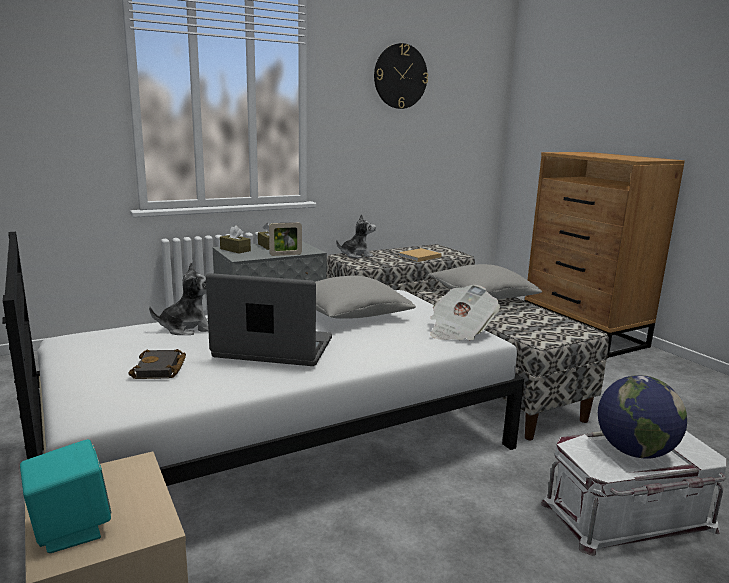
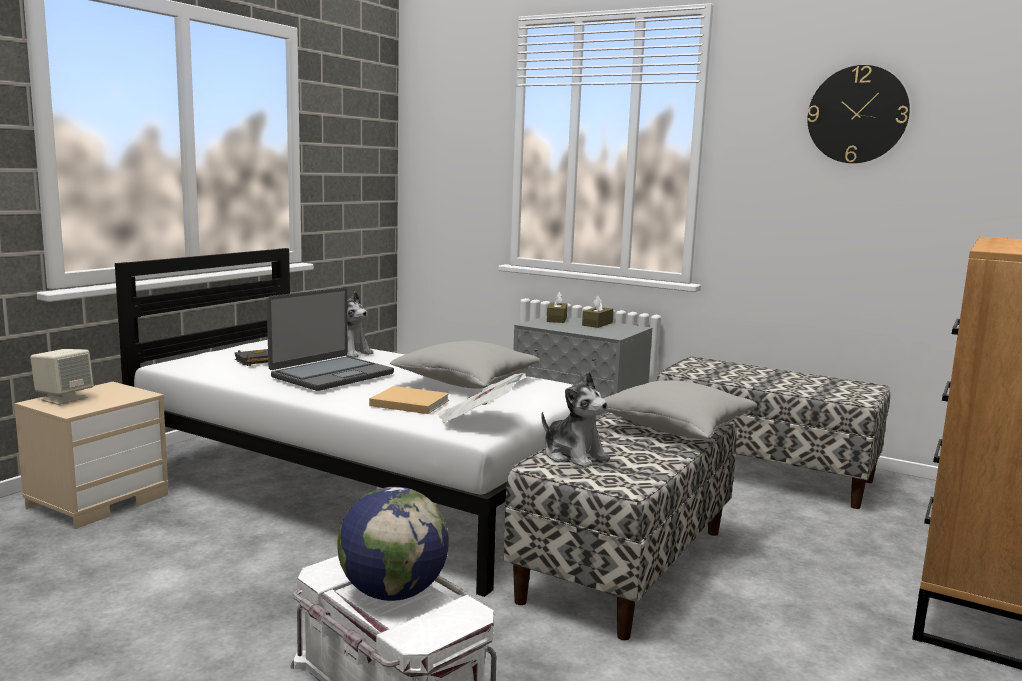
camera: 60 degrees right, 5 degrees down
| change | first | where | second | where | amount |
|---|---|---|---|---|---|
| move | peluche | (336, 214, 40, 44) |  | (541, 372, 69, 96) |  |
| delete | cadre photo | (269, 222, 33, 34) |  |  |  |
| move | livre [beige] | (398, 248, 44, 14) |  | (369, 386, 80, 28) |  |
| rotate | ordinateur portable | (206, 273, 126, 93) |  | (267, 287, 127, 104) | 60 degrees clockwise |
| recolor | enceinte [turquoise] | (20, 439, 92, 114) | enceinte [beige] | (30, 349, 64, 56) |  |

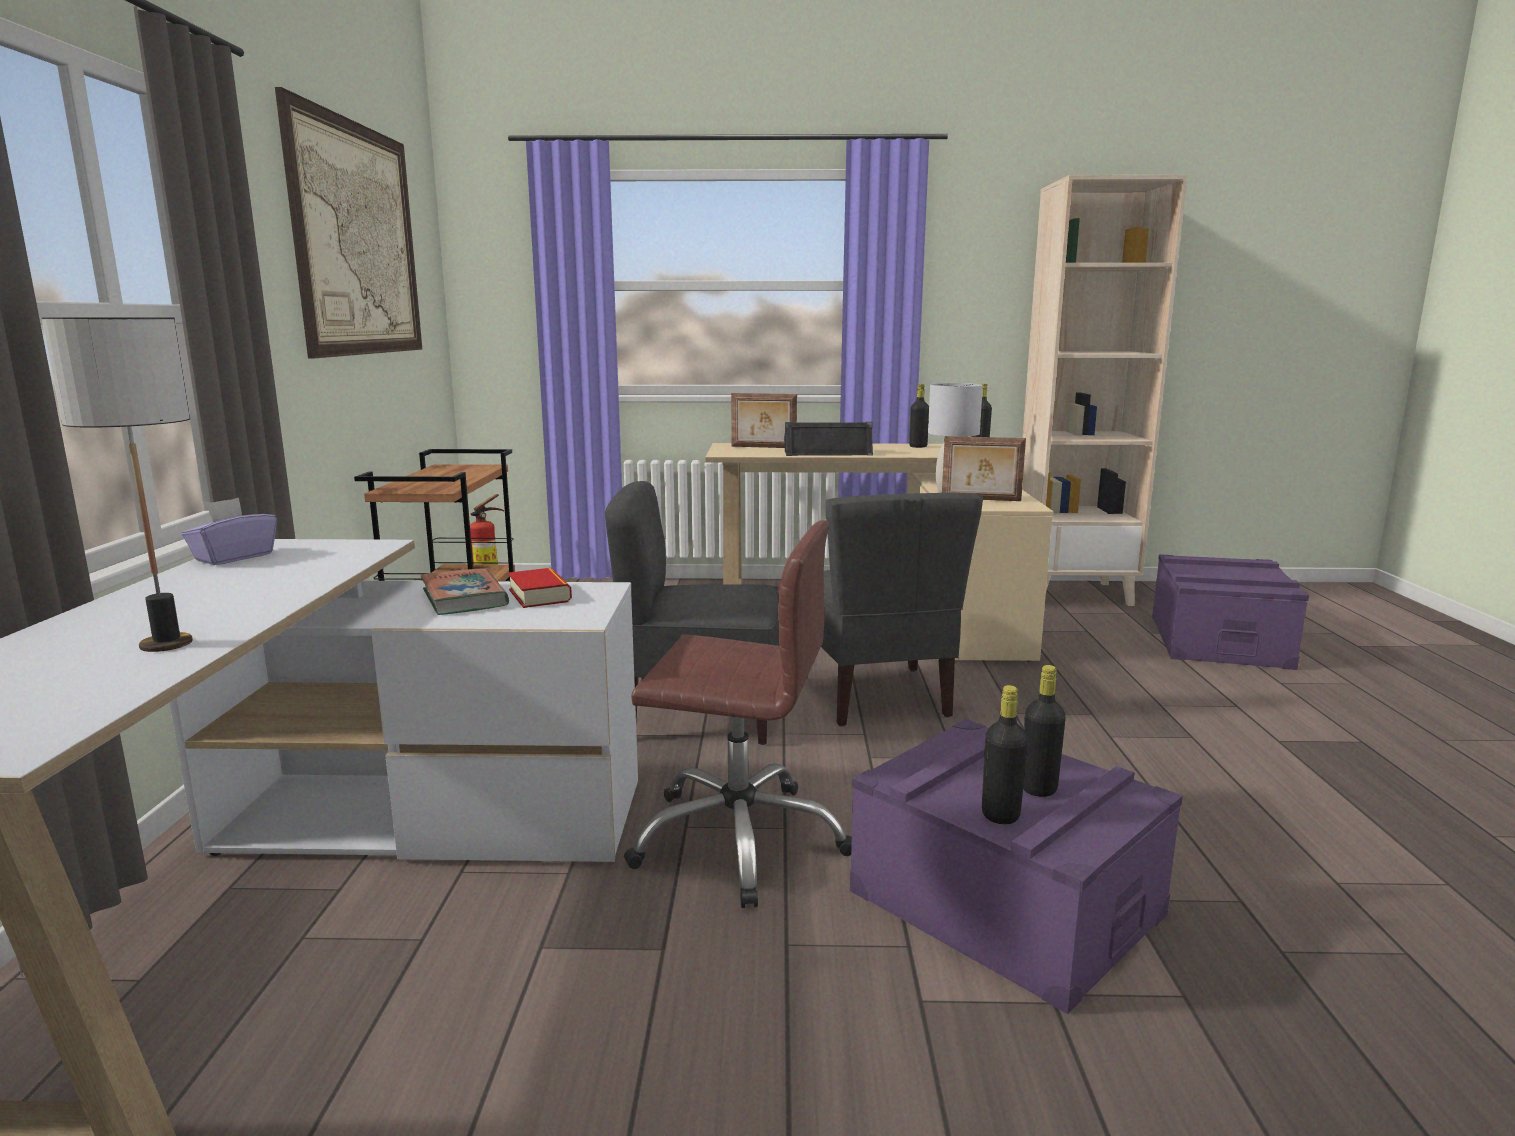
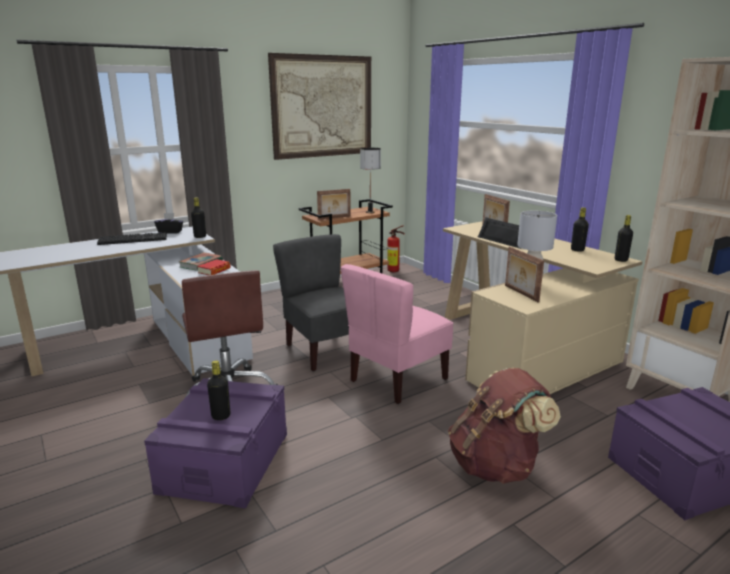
camera: 55 degrees right, 5 degrees up
| change | first | where | second | where | amount |
|---|---|---|---|---|---|
| move | lampe de table | (42, 317, 151, 335) |  | (360, 148, 21, 65) |  |
| recolor | chaise [gris] | (807, 493, 176, 234) | chaise [rose] | (341, 264, 112, 140) |  |
| recolor | boîte à mouchoirs [violet] | (182, 498, 95, 67) | boîte à mouchoirs [noir] | (154, 213, 29, 21) |  |
| move | bouteille [noir] | (982, 685, 46, 139) |  | (191, 197, 15, 41) |  |
| insert |  |  | cadre photo | (317, 189, 34, 30) |  |
| insert |  |  | clavier | (97, 232, 70, 13) |  |
| insert |  |  | sac à dos [marron] | (448, 368, 113, 116) |  |

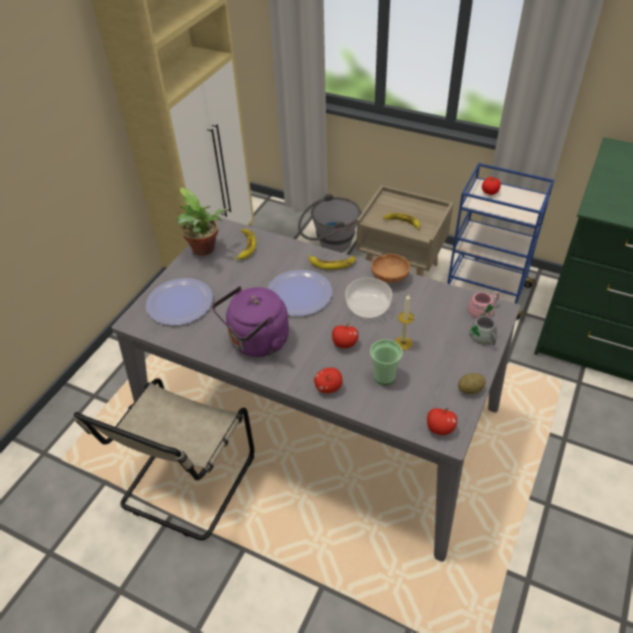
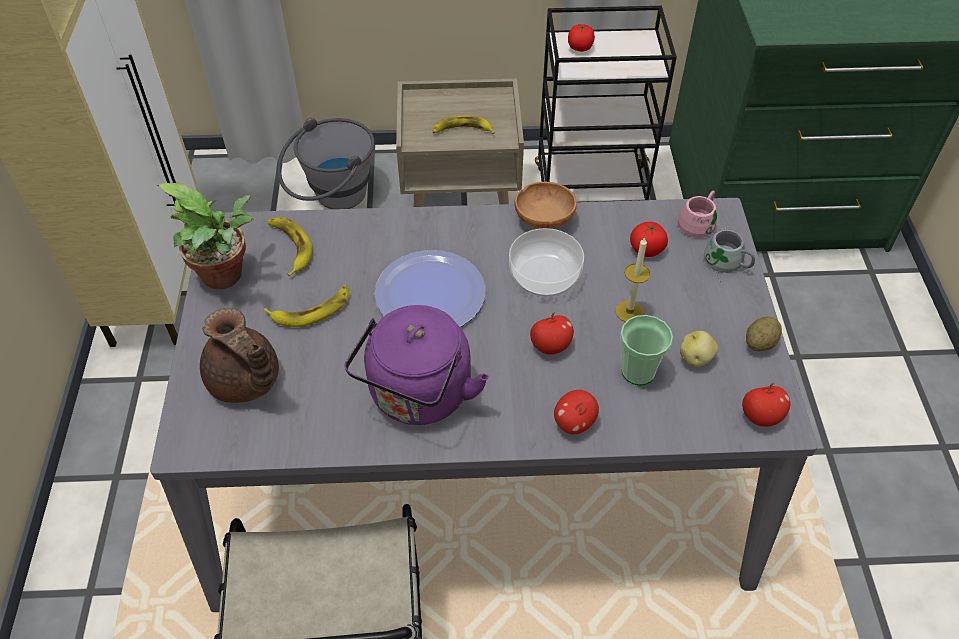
camera: 30 degrees left, 5 degrees up
| change | first | where | second | where | amount |
|---|---|---|---|---|---|
| recolor | chariot [bleu] | (447, 163, 107, 157) | chariot [noir] | (535, 6, 142, 196) |  |
| move | banane | (308, 254, 48, 16) |  | (264, 285, 85, 42) |  |
| replace | assiette | (146, 278, 67, 48) | théière [marron] | (200, 308, 79, 95) |  |
| insert |  |  | tomate | (630, 222, 38, 35) |  |
| insert |  |  | pomme de terre | (680, 331, 38, 36) |  |

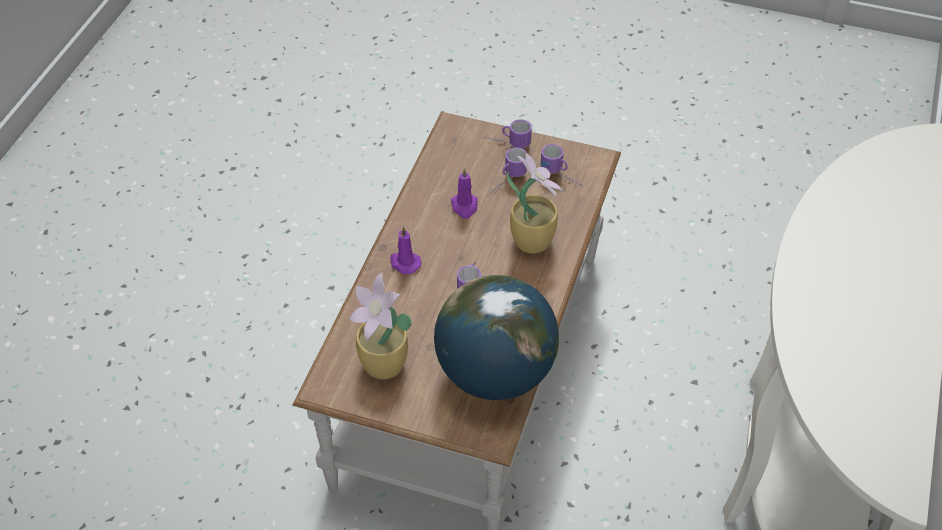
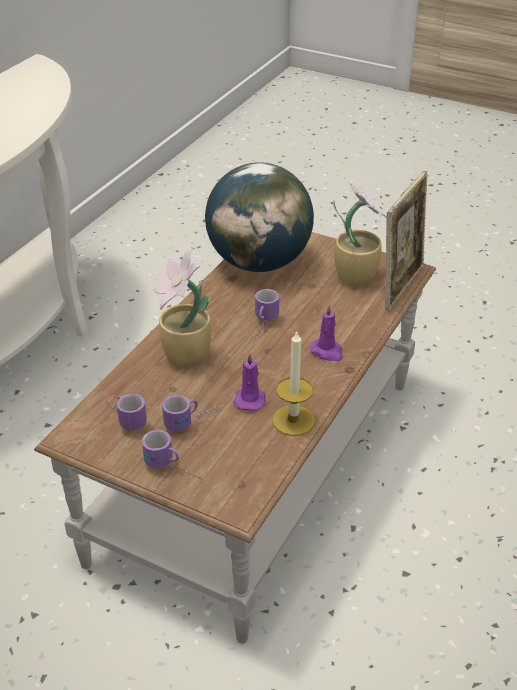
camera: 170 degrees left, 10 degrees down
| change | first | where | second | where | amount |
|---|---|---|---|---|---|
| insert |  |  | cadre photo | (385, 171, 43, 140) |  |
| insert |  |  | bougie | (272, 330, 43, 106) |  |

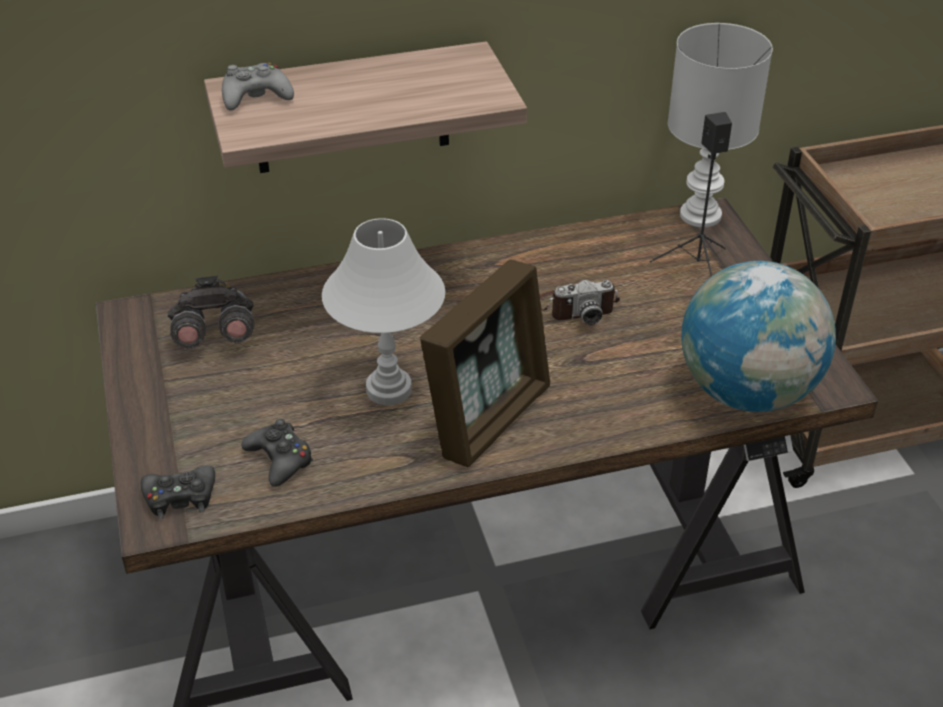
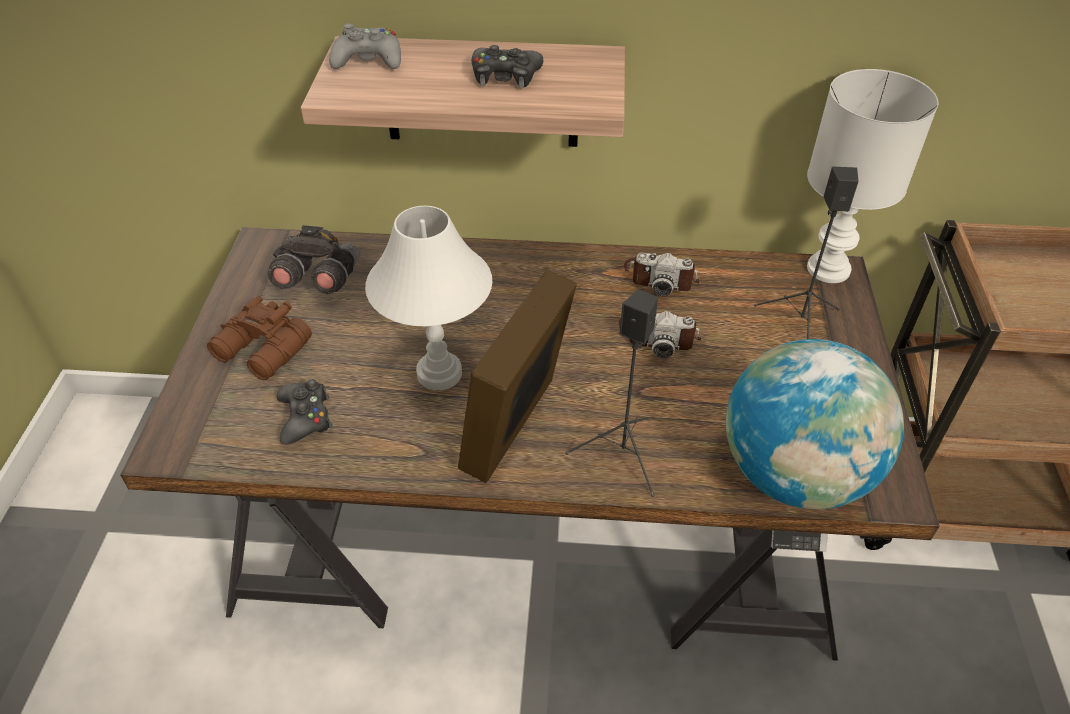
camera: 20 degrees right, 5 degrees up
| change | first | where | second | where | amount |
|---|---|---|---|---|---|
| rotate | cadre photo | (420, 260, 130, 207) |  | (458, 270, 119, 213) | 150 degrees clockwise |
| move | manette [noir] | (140, 465, 75, 54) |  | (472, 45, 71, 43) |  |
| insert |  |  | appareil photo | (624, 252, 76, 44) |  |
| insert |  |  | enceinte [noir] | (566, 289, 92, 208) |  |
| insert |  |  | jumelles [marron] | (207, 296, 105, 84) |  |

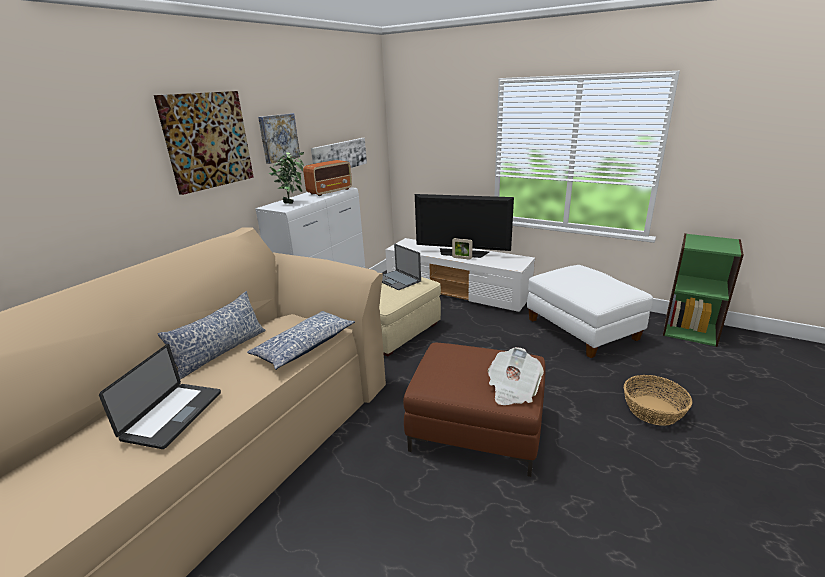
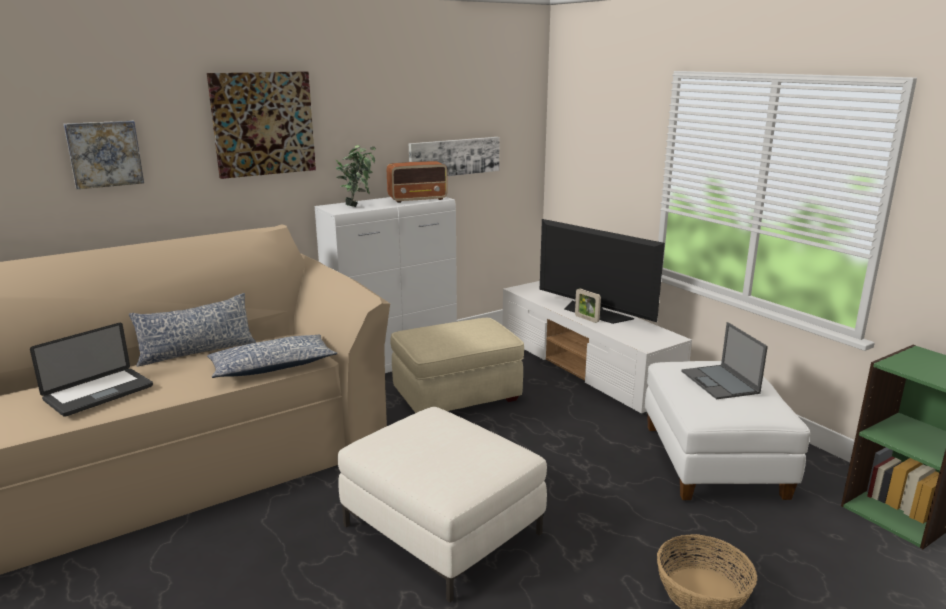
camera: 25 degrees right, 5 degrees down
| change | first | where | second | where | amount |
|---|---|---|---|---|---|
| move | tableau | (258, 113, 42, 51) |  | (64, 121, 80, 68) |  |
| move | ordinateur portable | (382, 244, 39, 46) |  | (681, 322, 87, 77) |  |
| recolor | pouf [marron] | (403, 343, 143, 134) | pouf [blanc] | (338, 407, 209, 196) |  |
| delete | journal | (488, 347, 56, 58) |  |  |  |

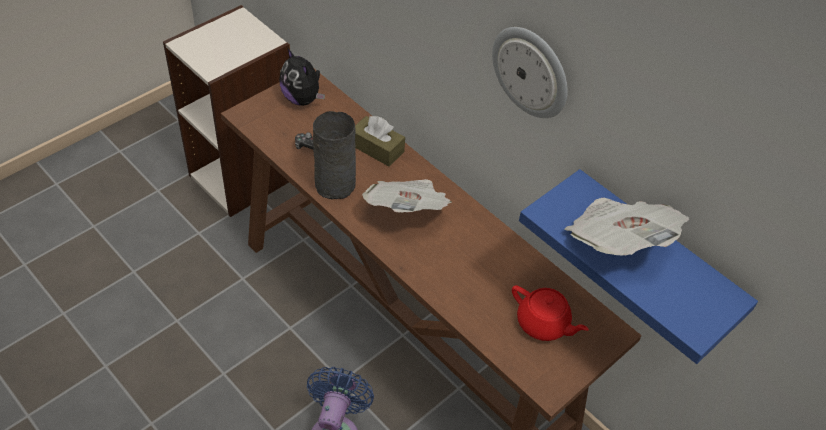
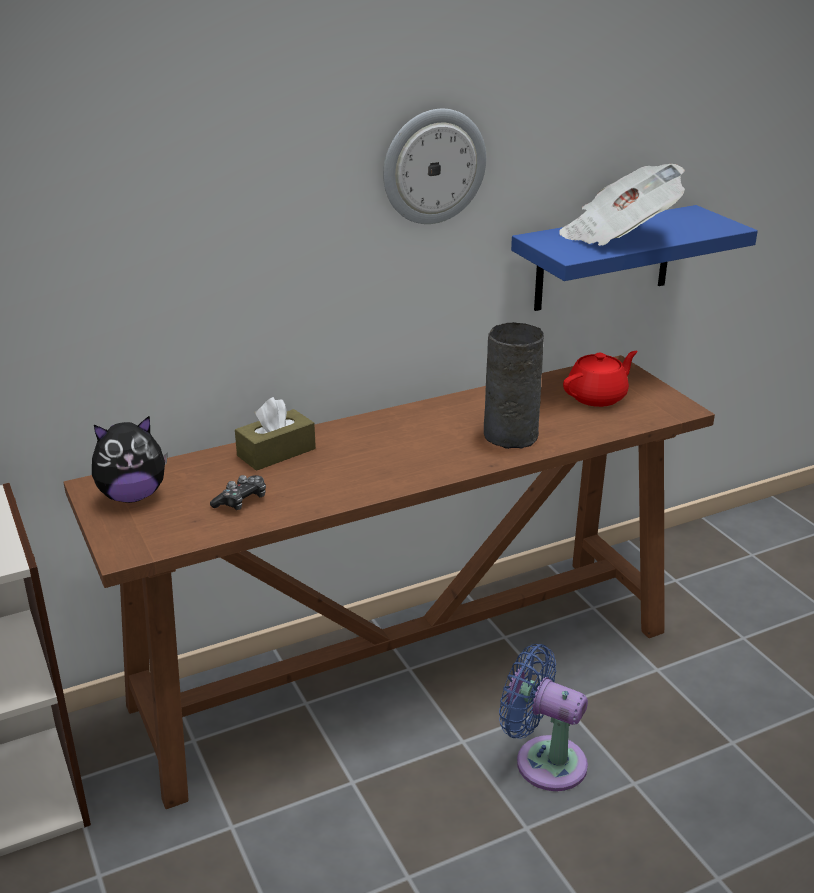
camera: 70 degrees left, 20 degrees down
| change | first | where | second | where | amount |
|---|---|---|---|---|---|
| move | vase [gris] | (313, 111, 43, 88) |  | (484, 322, 60, 127) |  |
| delete | journal | (362, 179, 90, 33) |  |  |  |

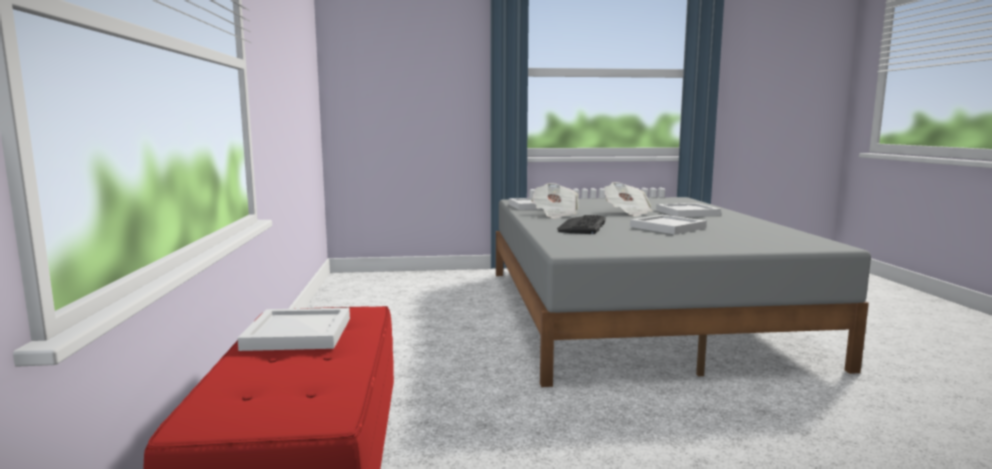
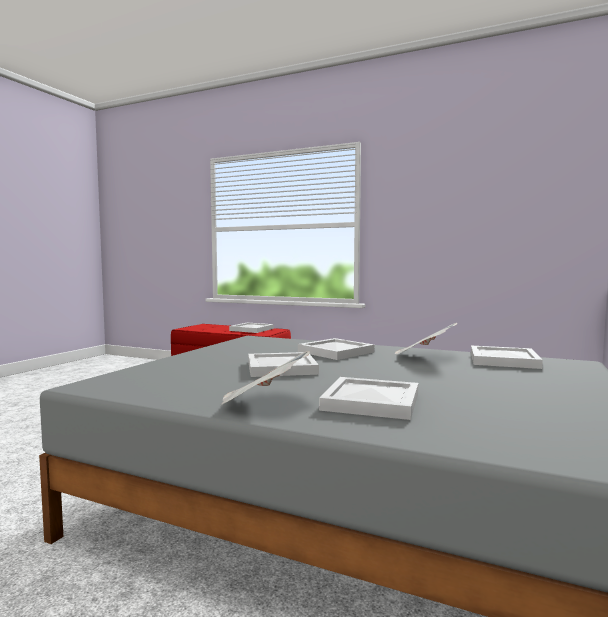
camera: 120 degrees right, 5 degrees down
| change | first | where | second | where | amount |
|---|---|---|---|---|---|
| move | journal | (604, 182, 49, 34) |  | (221, 351, 89, 54) |  |
| replace | clavier | (557, 215, 49, 19) | plateau [blanc] | (298, 338, 76, 22) |  |

